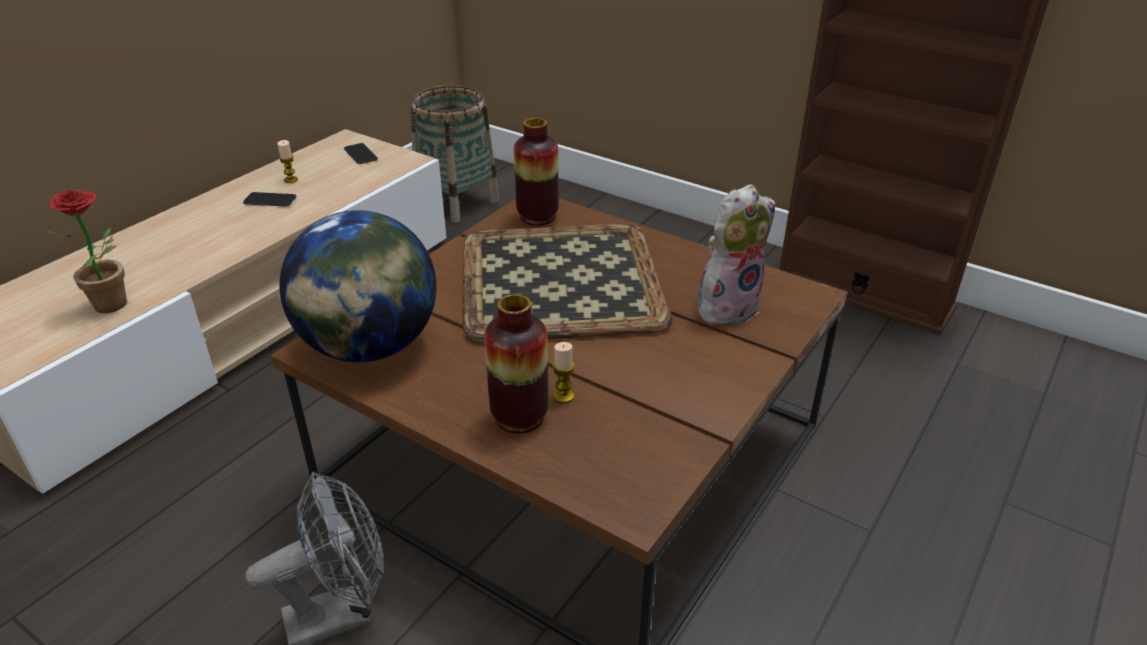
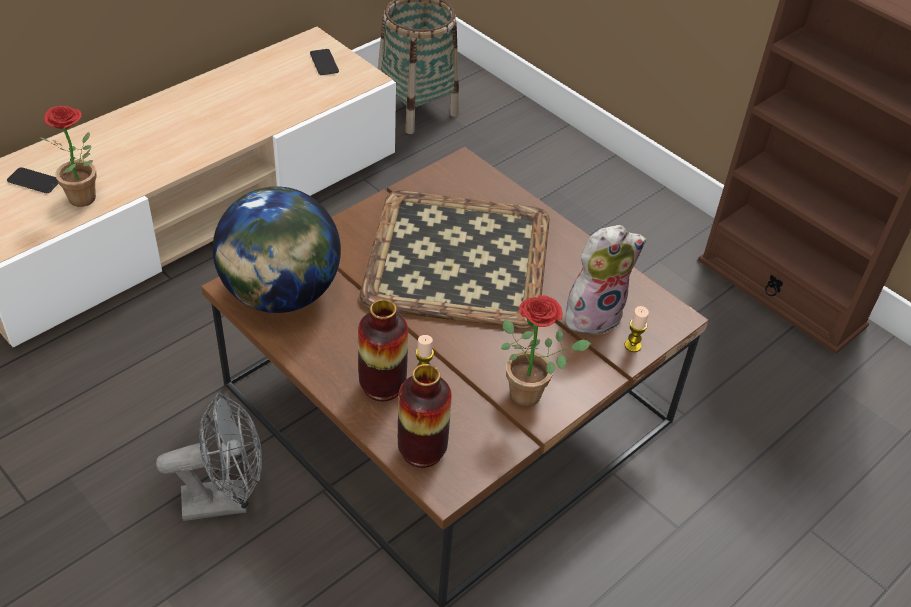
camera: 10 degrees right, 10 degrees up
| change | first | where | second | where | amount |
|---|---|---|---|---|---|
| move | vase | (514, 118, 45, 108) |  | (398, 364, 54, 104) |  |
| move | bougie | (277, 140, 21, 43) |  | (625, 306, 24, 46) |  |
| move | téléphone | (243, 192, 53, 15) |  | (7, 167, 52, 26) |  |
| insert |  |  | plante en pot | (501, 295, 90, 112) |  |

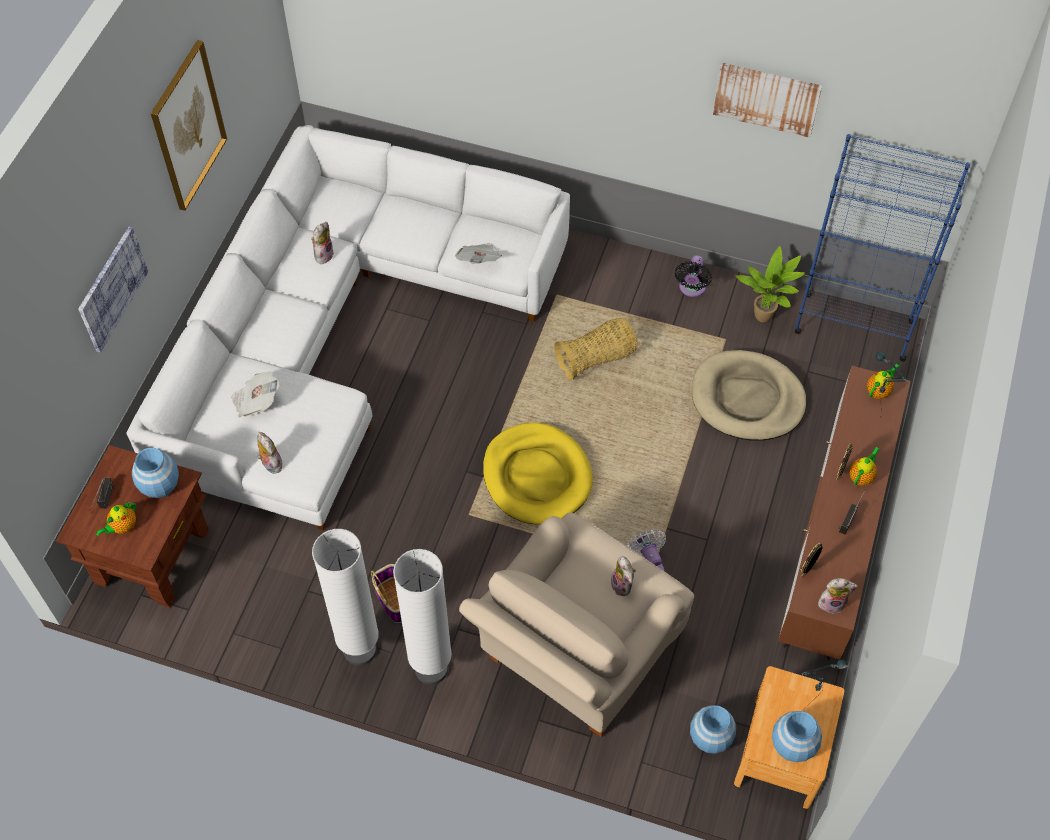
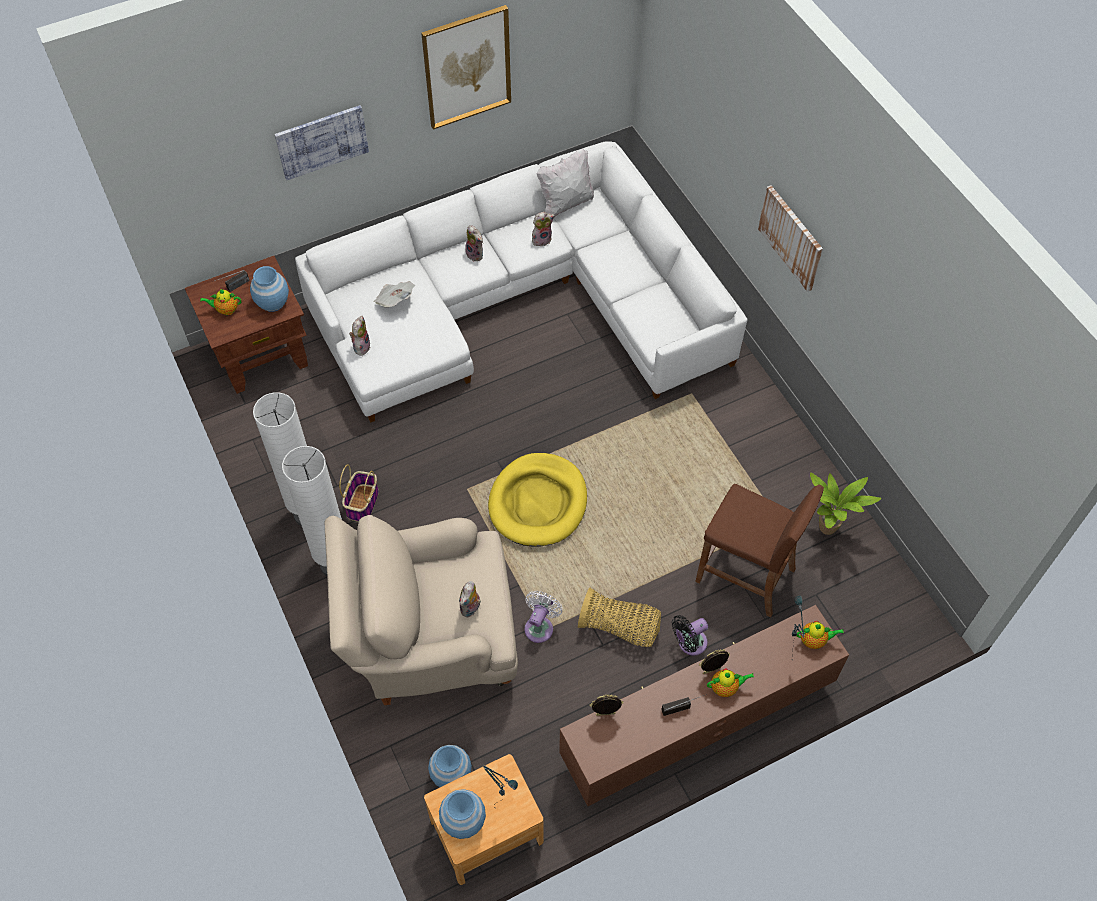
camera: 45 degrees right, 0 degrees up
| change | first | where | second | where | amount |
|---|---|---|---|---|---|
| move | tableau | (713, 63, 109, 75) |  | (758, 185, 65, 107) |  |
| delete | bibliothèque [bleu] | (795, 134, 176, 227) |  |  |  |
| delete | journal | (455, 243, 47, 21) |  |  |  |
| move | ventilateur [noir] | (675, 255, 37, 42) |  | (672, 615, 36, 41) |  |
| move | panier | (554, 318, 83, 63) |  | (578, 587, 83, 60) |  |
| replace | panier pour chien [beige] | (692, 350, 114, 91) | tabouret [marron] | (695, 484, 129, 134) |  |
| move | peluche | (818, 578, 40, 36) |  | (465, 225, 18, 36) |  |
| insert |  |  | coussin [blanc] | (536, 148, 58, 69) |  |

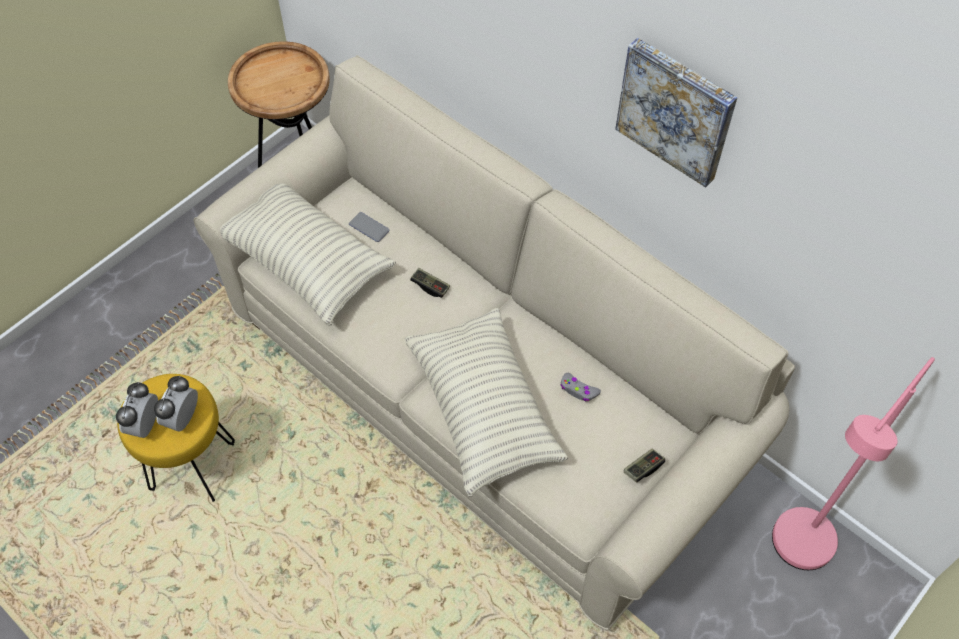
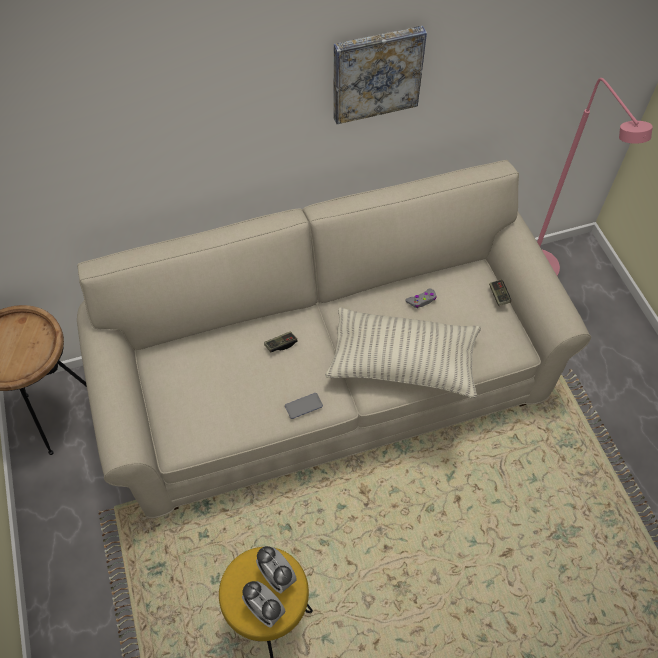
camera: 60 degrees left, 0 degrees up
| change | first | where | second | where | amount |
|---|---|---|---|---|---|
| delete | coussin | (220, 184, 176, 142) |  |  |  |
| move | téléphone | (349, 212, 40, 30) |  | (285, 393, 38, 26) |  |

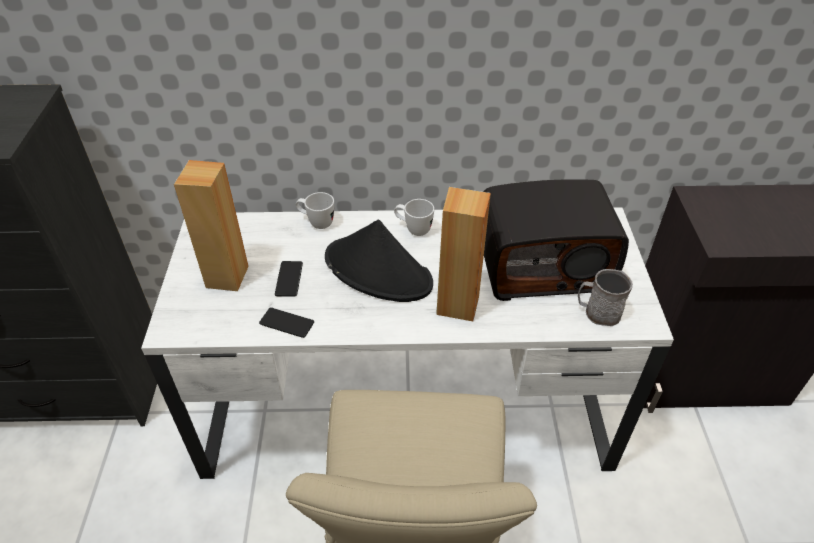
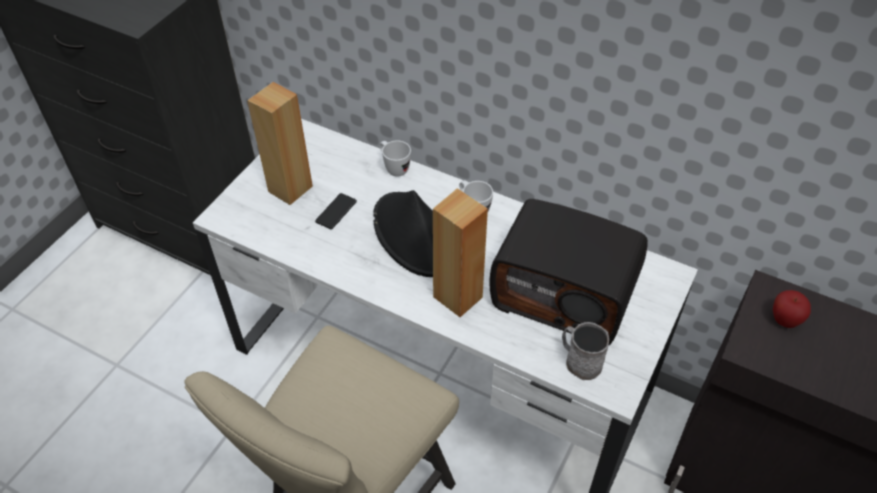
camera: 30 degrees right, 5 degrees up
| change | first | where | second | where | amount |
|---|---|---|---|---|---|
| delete | téléphone | (259, 307, 55, 31) |  |  |  |
| insert |  |  | pomme | (773, 290, 38, 38) |  |

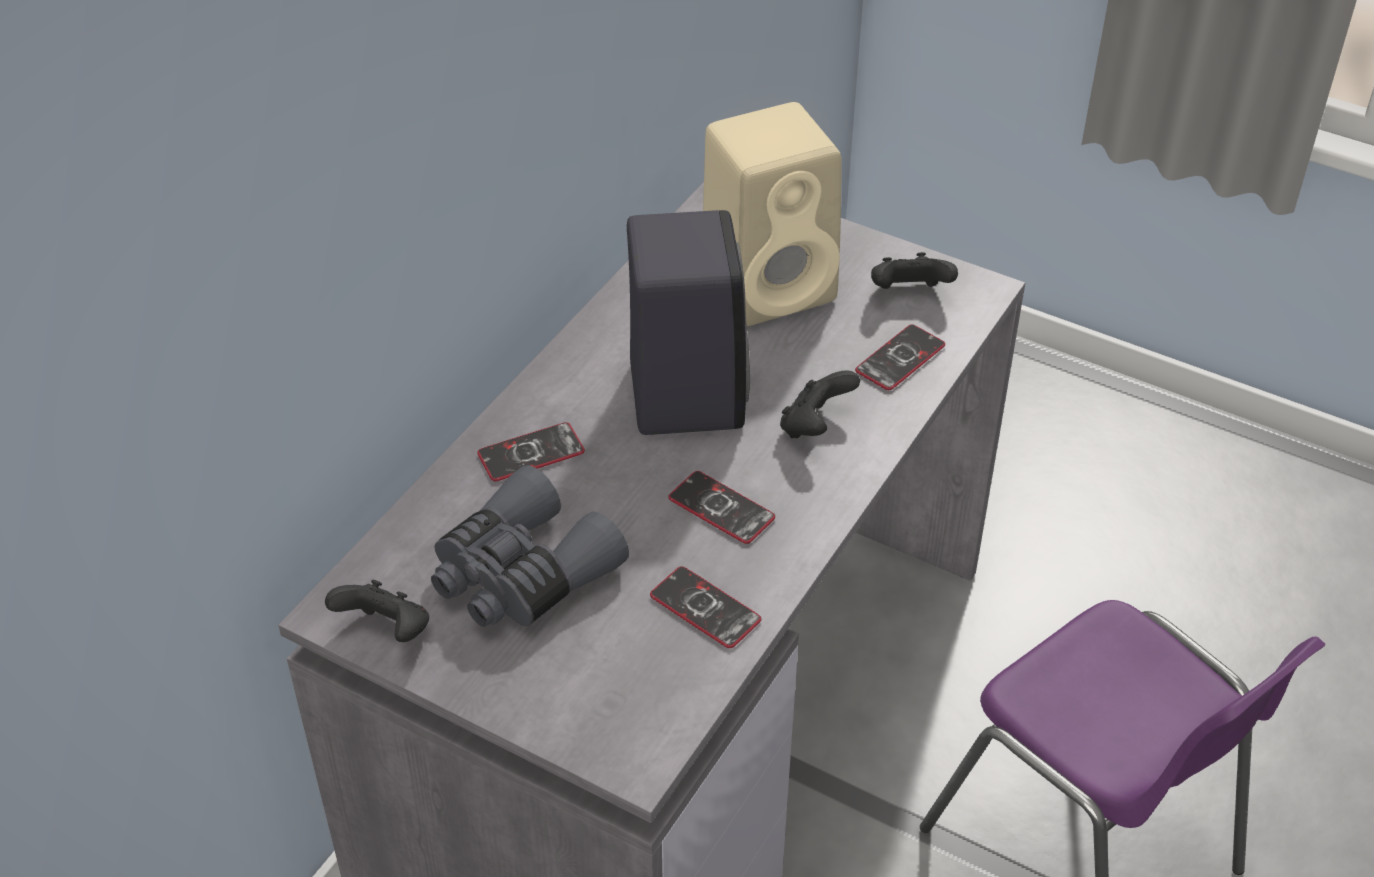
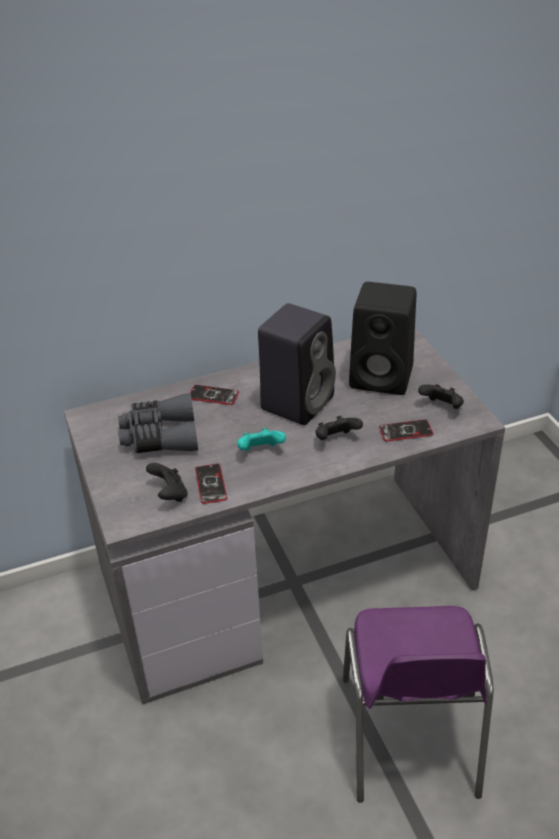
camera: 40 degrees right, 5 degrees down
| change | first | where | second | where | amount |
|---|---|---|---|---|---|
| recolor | enceinte [beige] | (703, 102, 139, 224) | enceinte [noir] | (349, 282, 68, 113) |  |
| replace | téléphone | (668, 471, 107, 73) | manette [turquoise] | (237, 428, 49, 23) |  |
| move | manette [noir] | (325, 580, 104, 62) |  | (146, 463, 42, 39) |  |

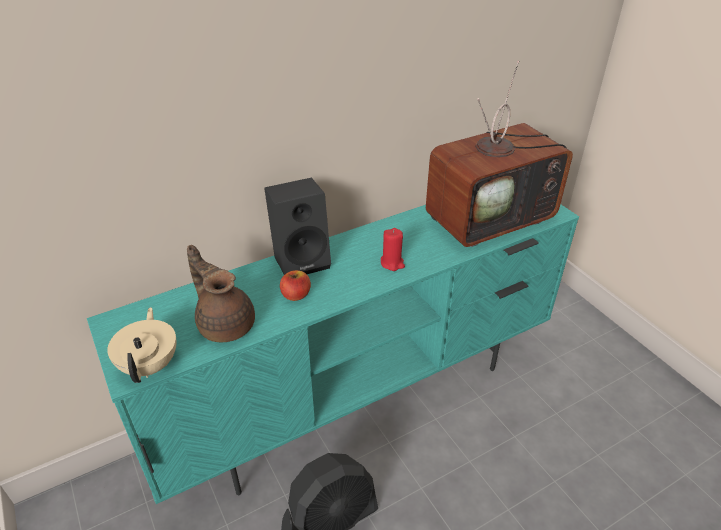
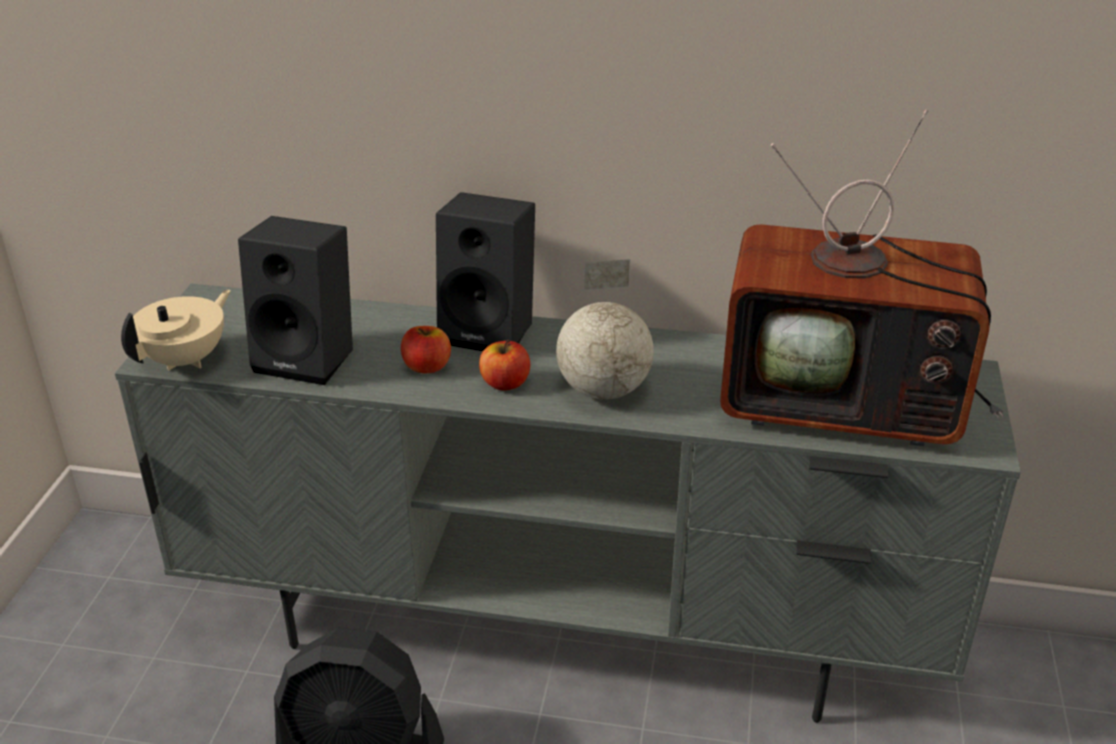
camera: 40 degrees right, 5 degrees down
| change | first | where | second | where | amount |
|---|---|---|---|---|---|
| recolor | meuble télé [turquoise] | (87, 204, 492, 300) | meuble télé [gris] | (115, 284, 906, 439) |  |
| replace | bougie [rouge] | (381, 228, 24, 43) | globe | (556, 259, 98, 141) |  |
| replace | théière [marron] | (187, 245, 68, 97) | enceinte [noir] | (238, 216, 115, 169) |  |
| insert |  |  | pomme | (479, 339, 51, 52) |  |

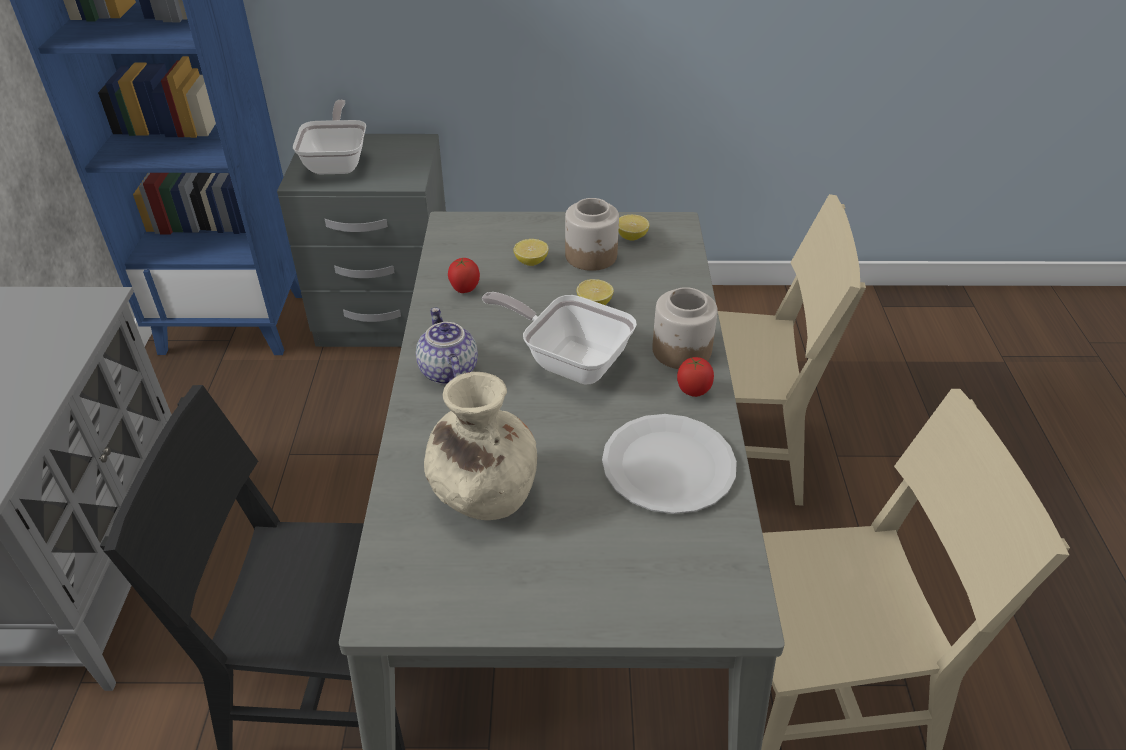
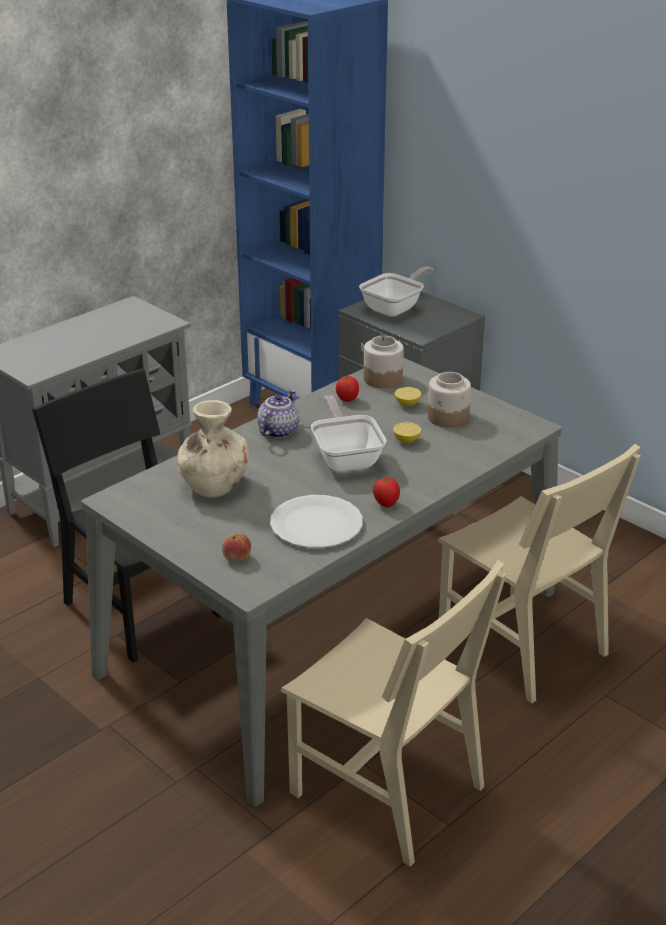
camera: 45 degrees right, 10 degrees down
| change | first | where | second | where | amount |
|---|---|---|---|---|---|
| delete | citron | (619, 215, 30, 26) |  |  |  |
| move | bocal | (652, 287, 66, 82) |  | (364, 336, 40, 52) |  |
| insert |  |  | pomme | (222, 534, 29, 28) |  |

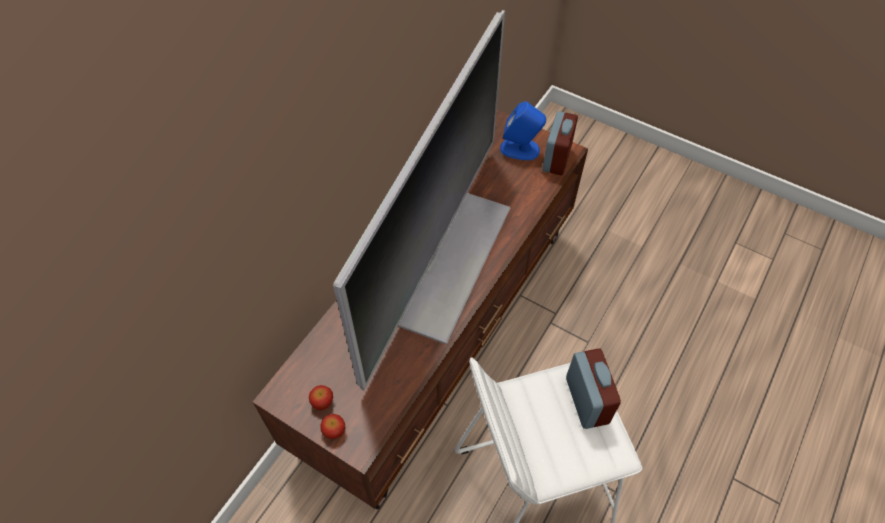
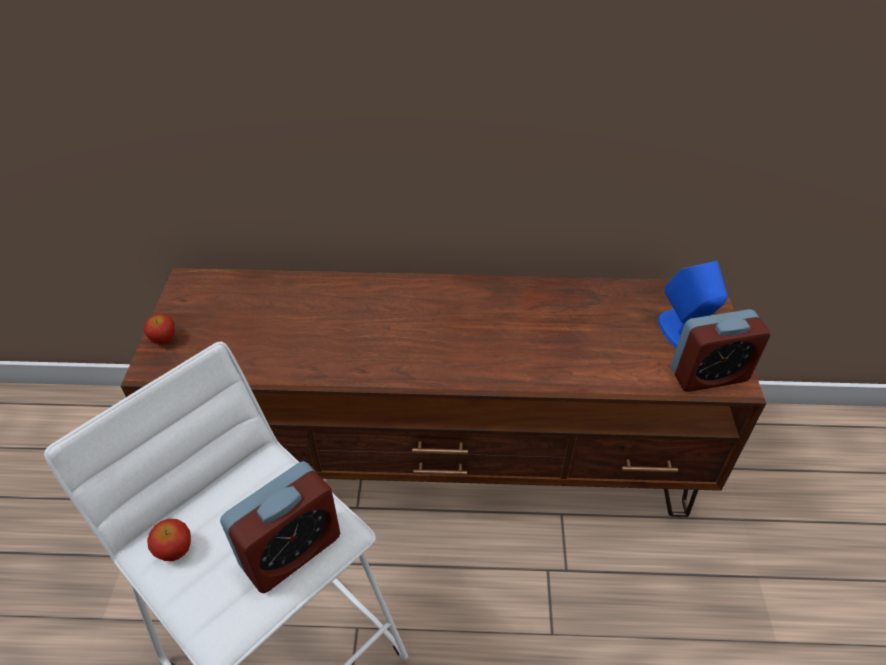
camera: 60 degrees right, 10 degrees down
| change | first | where | second | where | amount |
|---|---|---|---|---|---|
| delete | téléviseur | (333, 10, 177, 381) |  |  |  |
| move | pomme | (309, 385, 24, 25) |  | (147, 519, 44, 42) |  |

